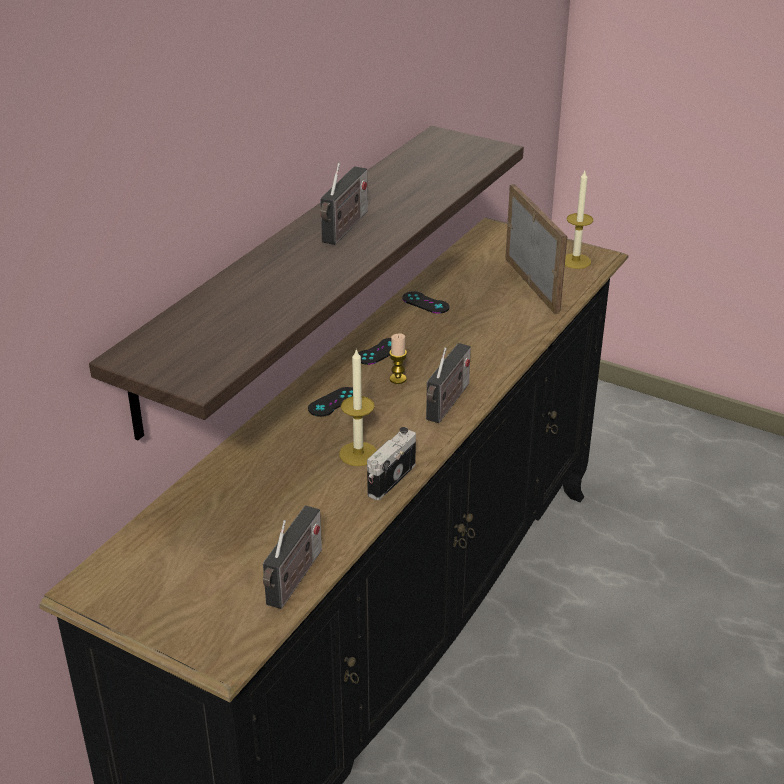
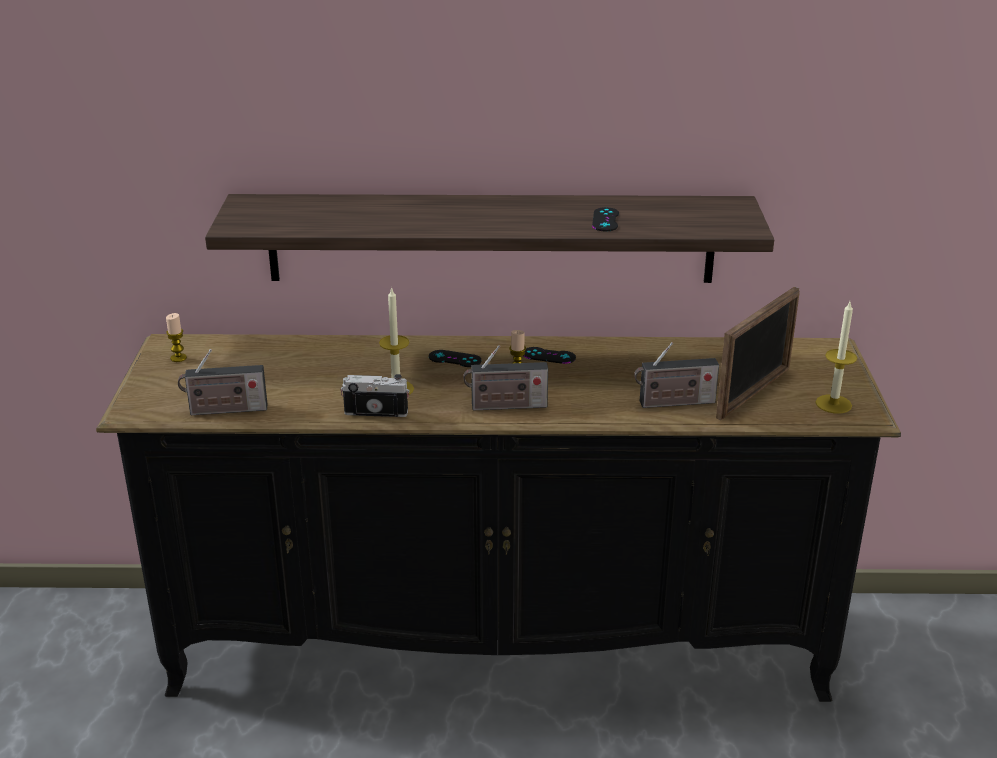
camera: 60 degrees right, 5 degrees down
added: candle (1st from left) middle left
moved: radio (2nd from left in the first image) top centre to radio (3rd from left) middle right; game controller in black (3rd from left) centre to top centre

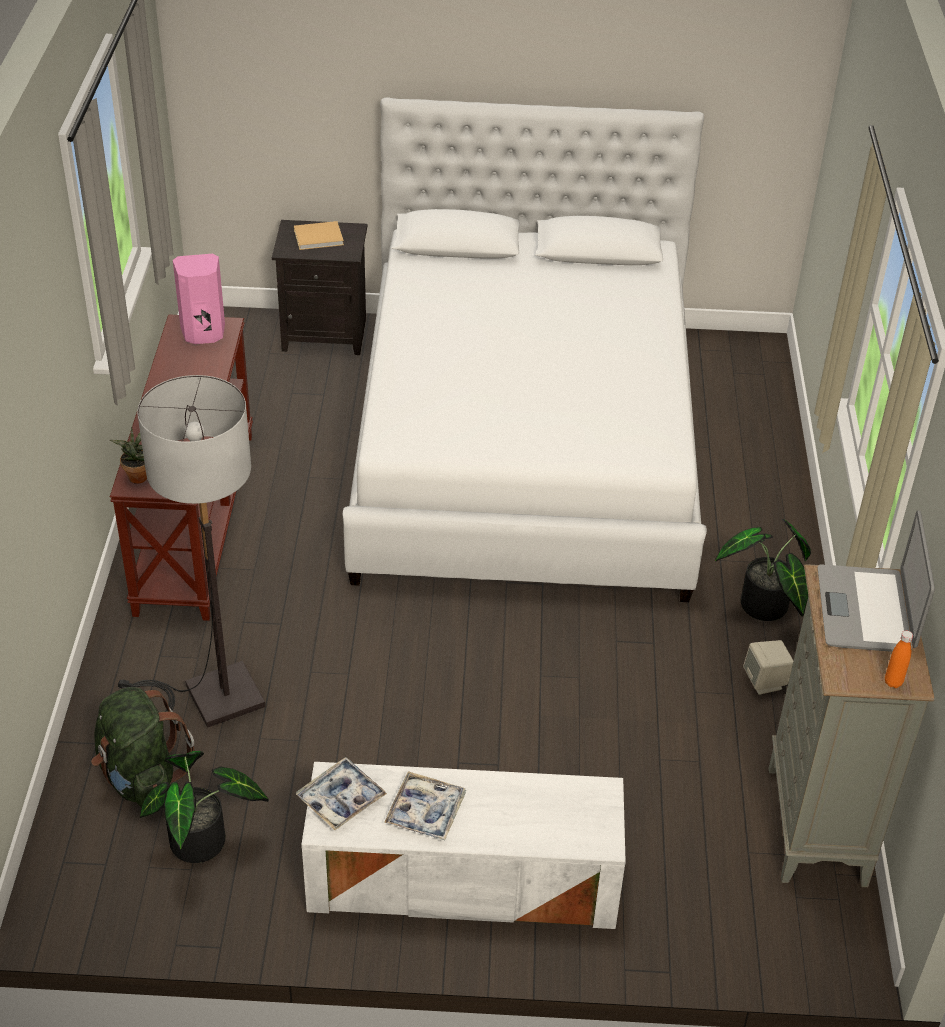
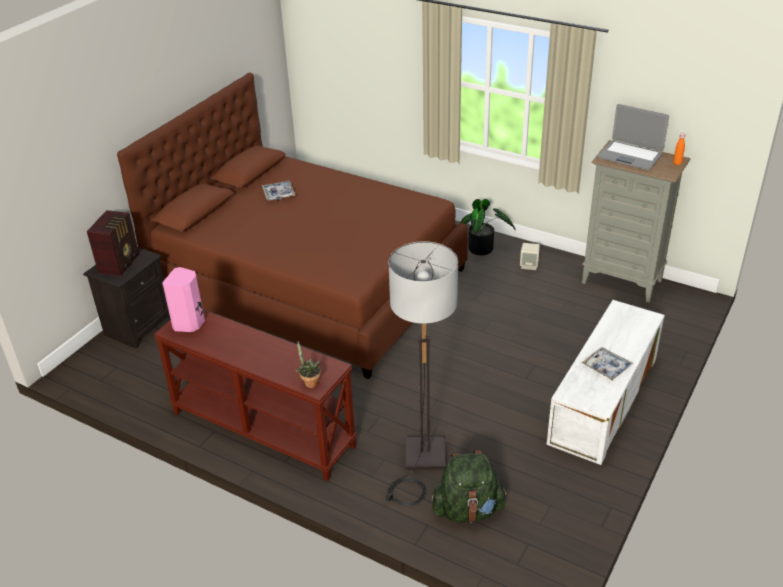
camera: 60 degrees left, 5 degrees down
removed: potted plant (2nd from left) bottom left
moved: tray (1st from left) bottom centre to top centre
replaced: book in beige top centre to radio middle left
recoloured: bed in white centre to bed in brown centre

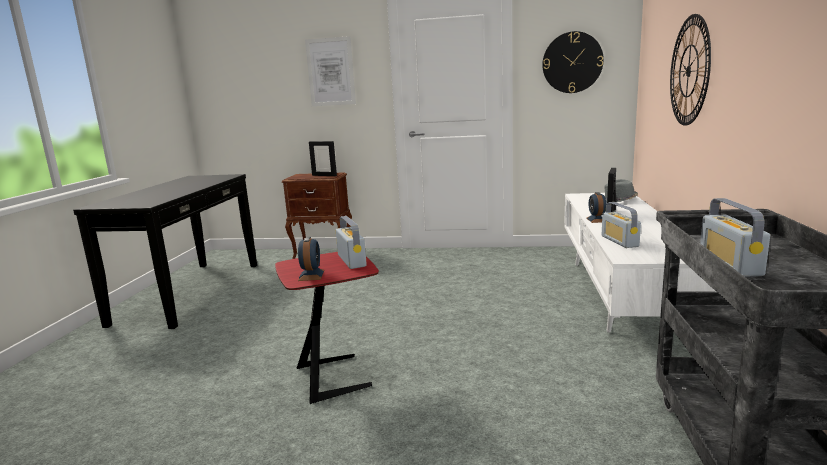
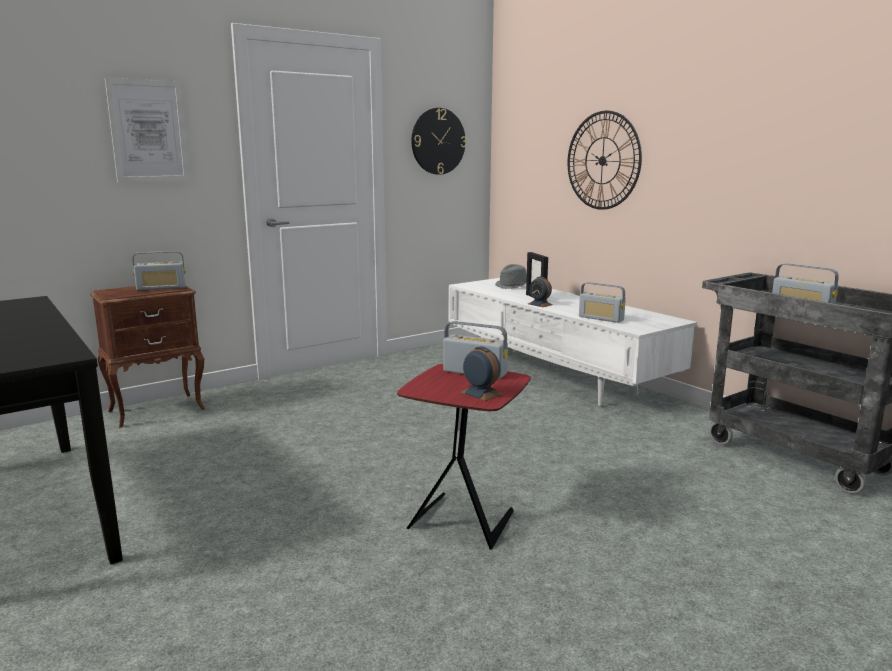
camera: 45 degrees left, 0 degrees up
replaced: picture frame (1st from left) centre to radio (1st from left) middle left

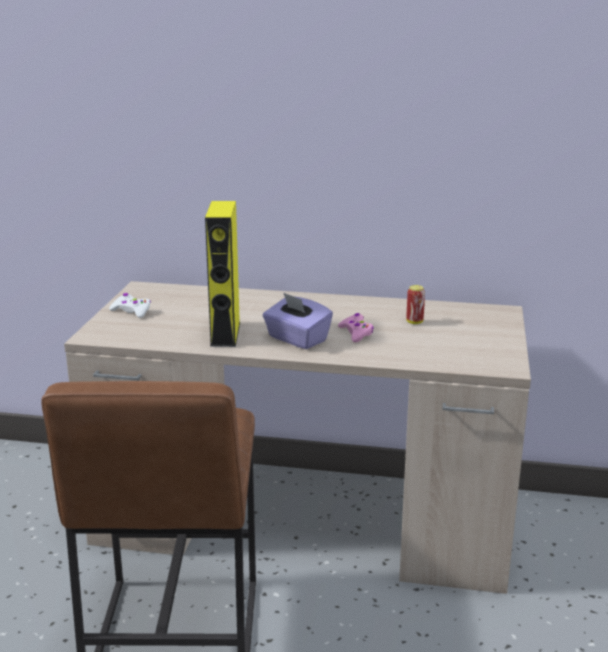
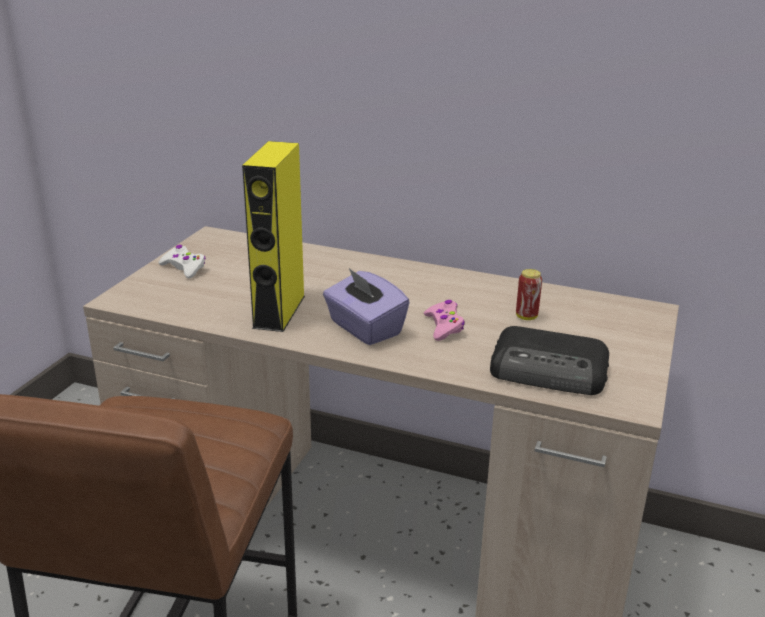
camera: 10 degrees right, 5 degrees up
added: radio middle right

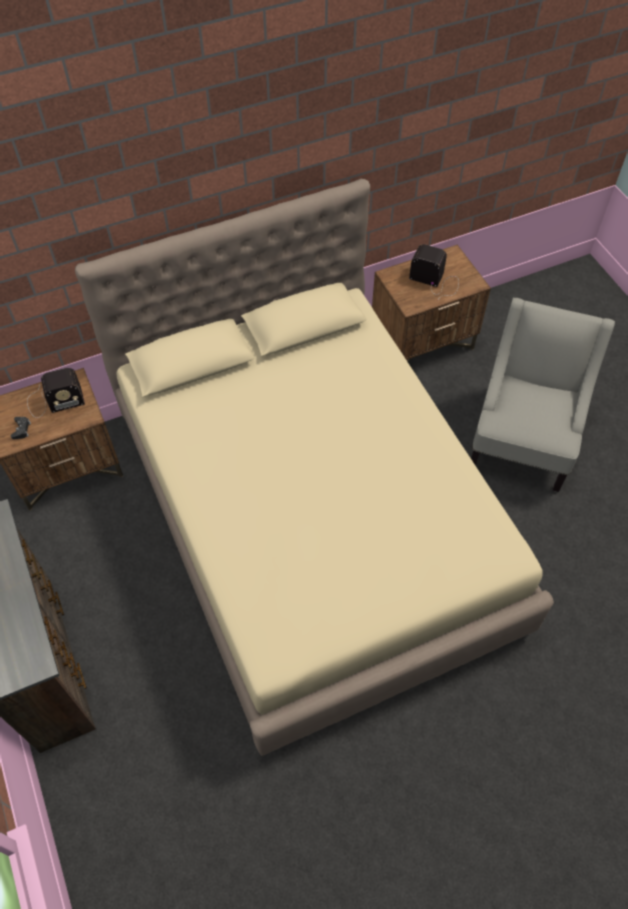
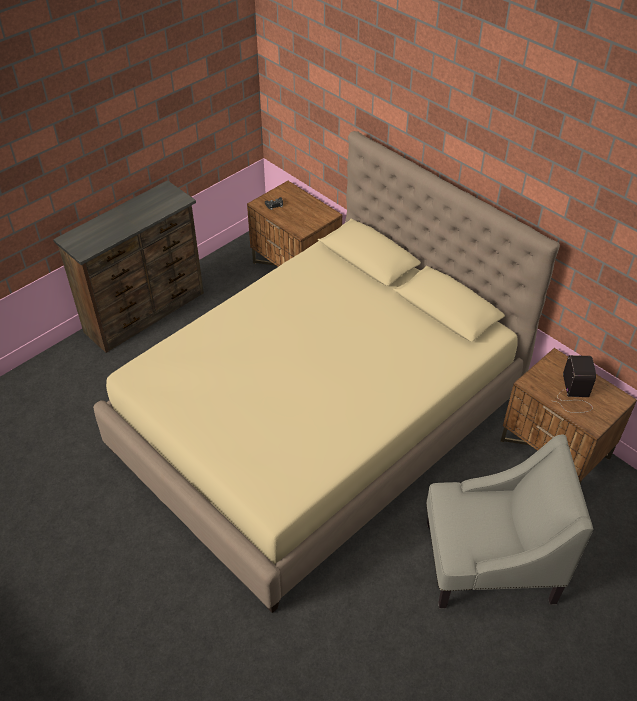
camera: 70 degrees right, 10 degrees down
removed: radio (1st from left) middle left

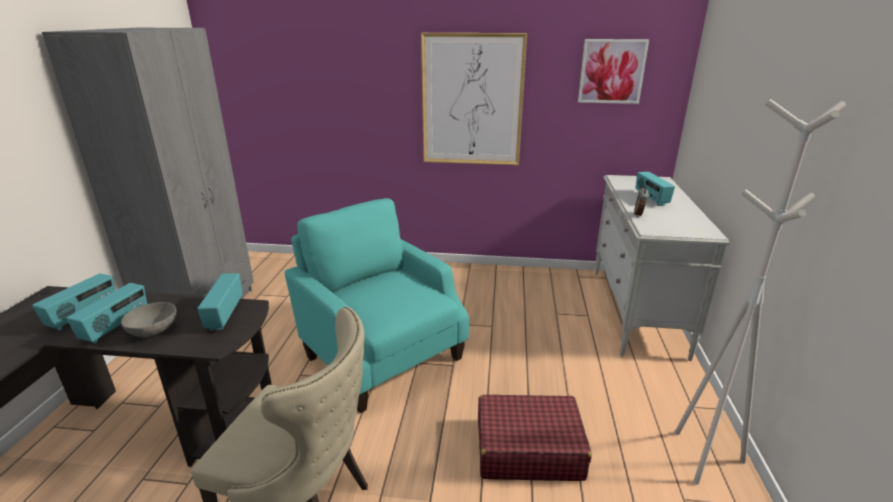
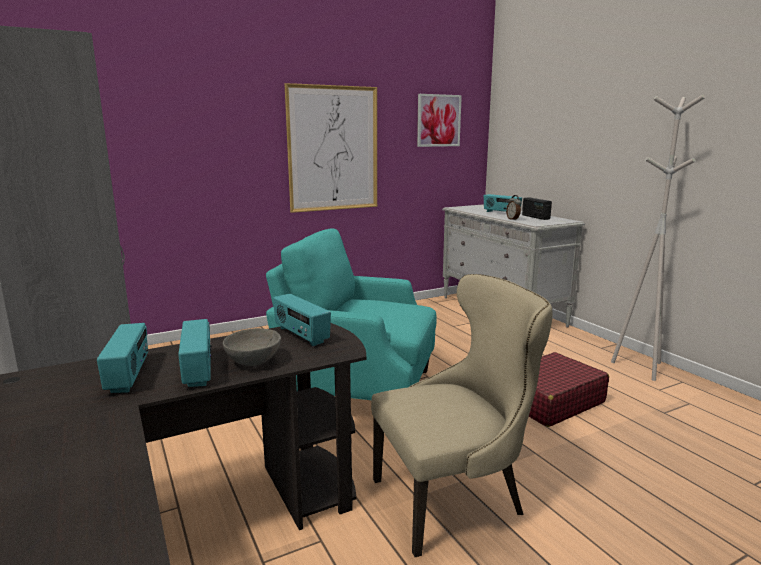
camera: 35 degrees left, 10 degrees down
added: radio (5th from left) middle right

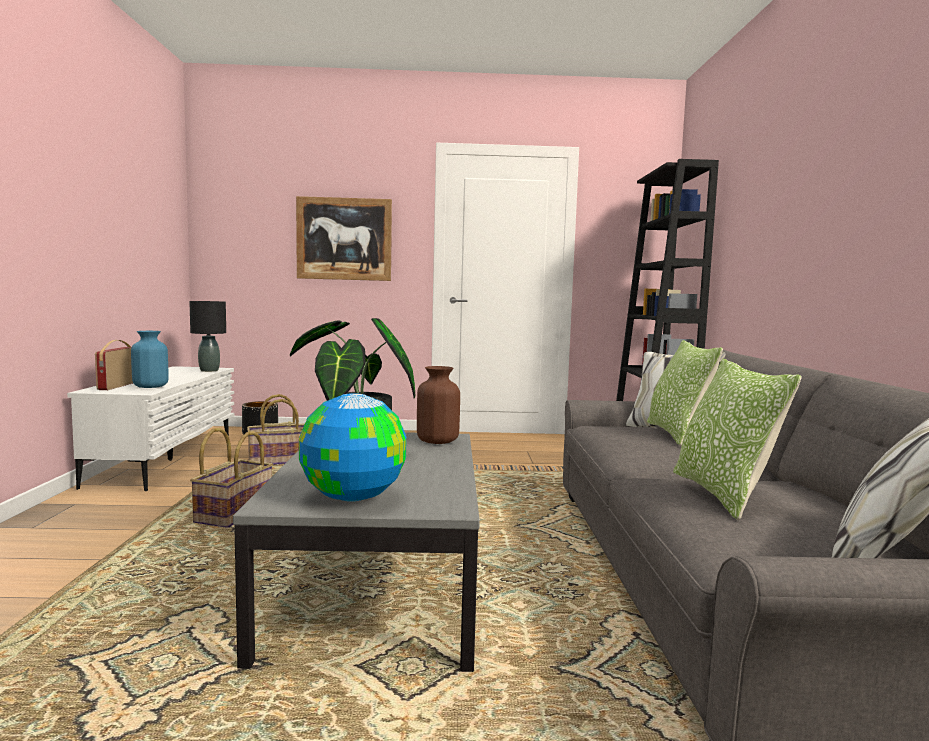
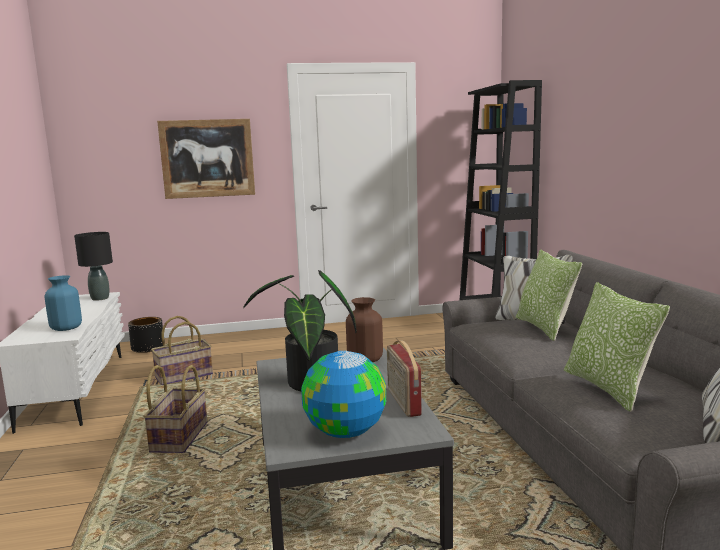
camera: 10 degrees left, 5 degrees up
moved: radio middle left to bottom centre

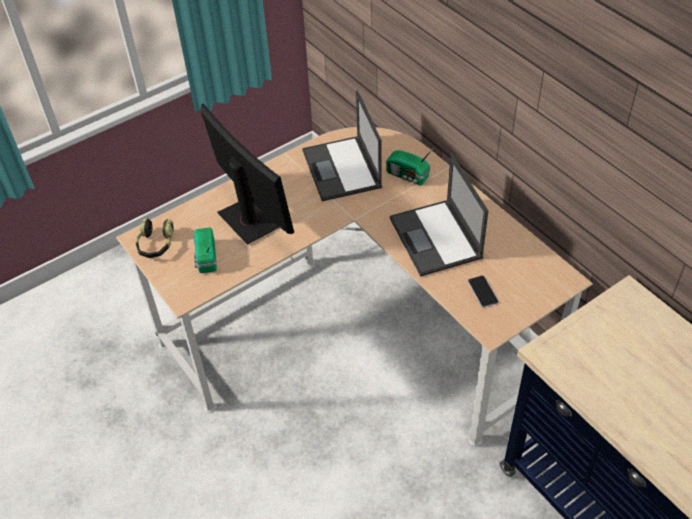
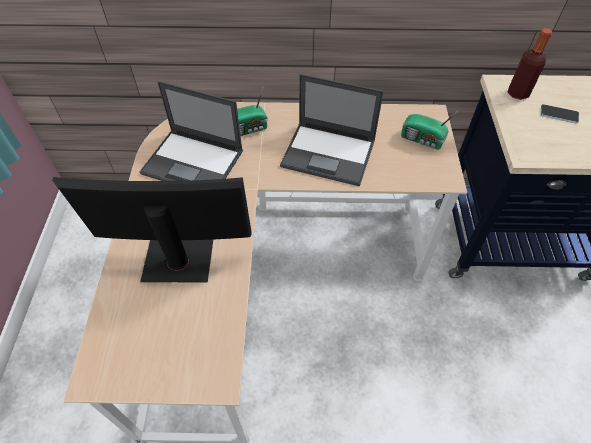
camera: 55 degrees left, 5 degrees up
removed: headphones middle left
added: bottle top right
moved: radio (1st from left in the first image) middle left to radio (2nd from left) top right; phone middle right to top right

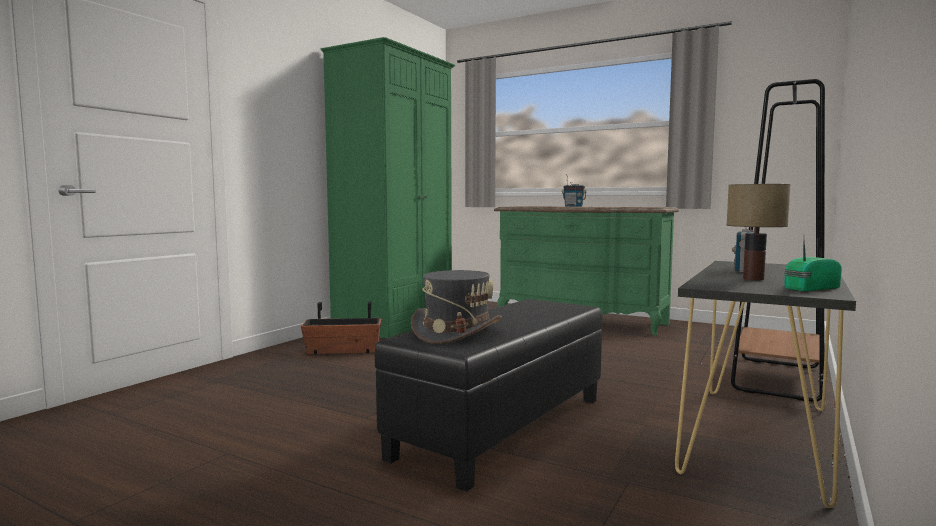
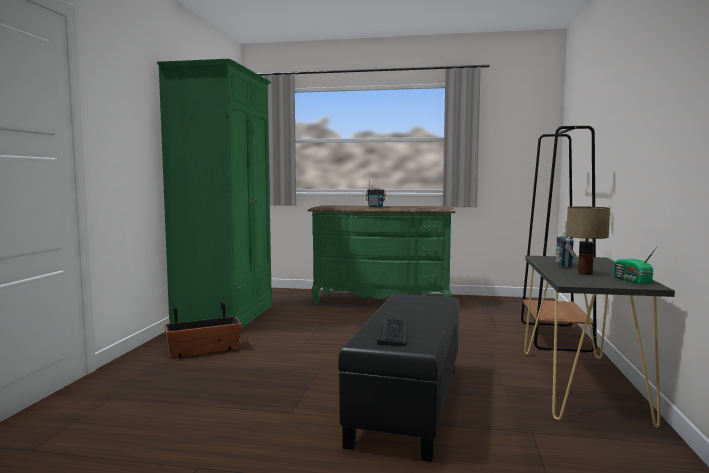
camera: 20 degrees left, 0 degrees up
replaced: hat in grey centre to keyboard bottom centre
turned: radio (3rd from left) middle right = middle right 60 degrees counterclockwise

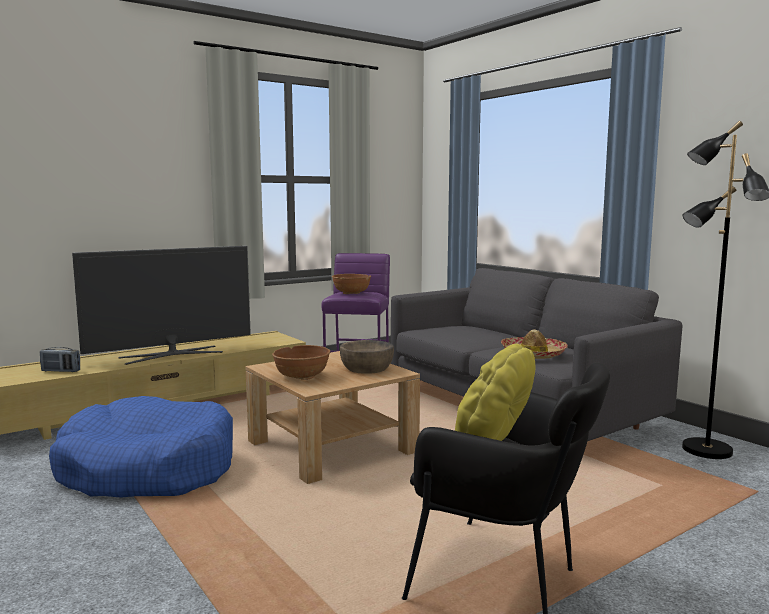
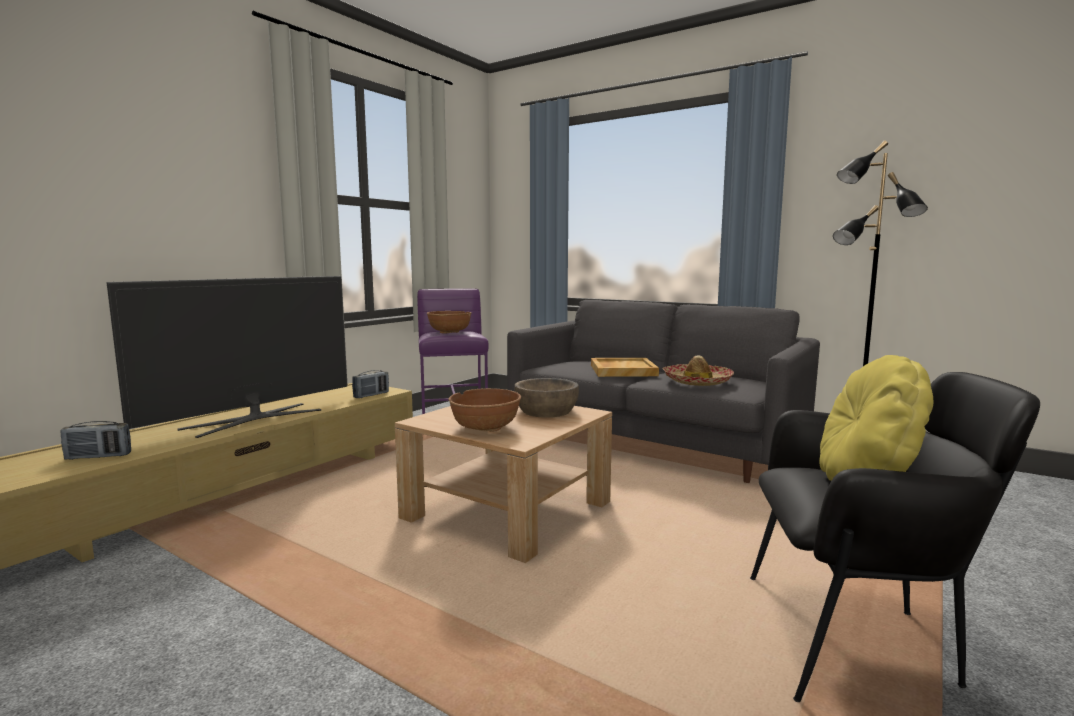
camera: 20 degrees left, 0 degrees up
removed: dog bed in blue bottom left
added: radio (2nd from left) centre; tray in beige centre

